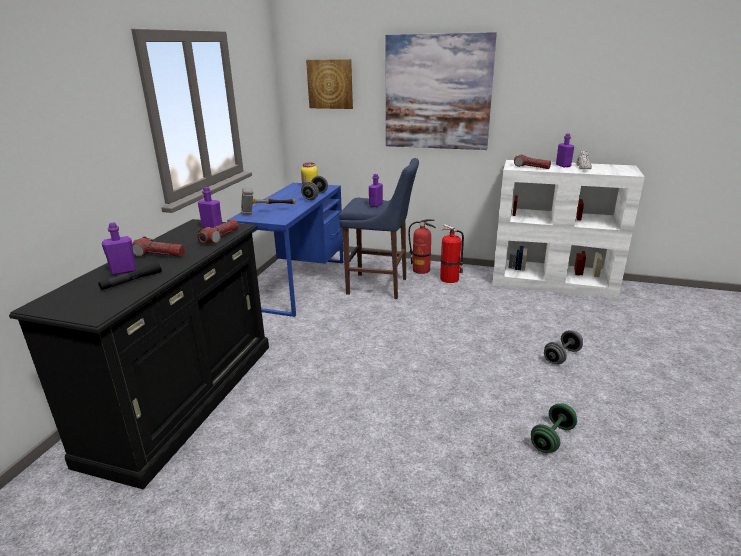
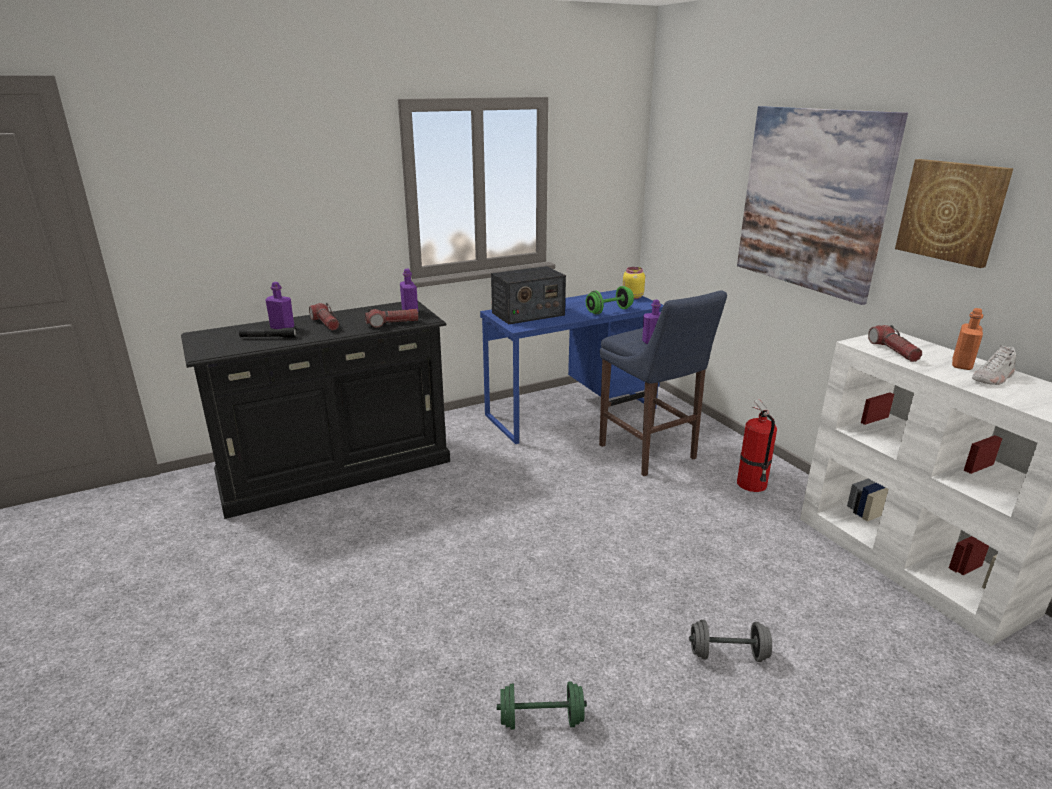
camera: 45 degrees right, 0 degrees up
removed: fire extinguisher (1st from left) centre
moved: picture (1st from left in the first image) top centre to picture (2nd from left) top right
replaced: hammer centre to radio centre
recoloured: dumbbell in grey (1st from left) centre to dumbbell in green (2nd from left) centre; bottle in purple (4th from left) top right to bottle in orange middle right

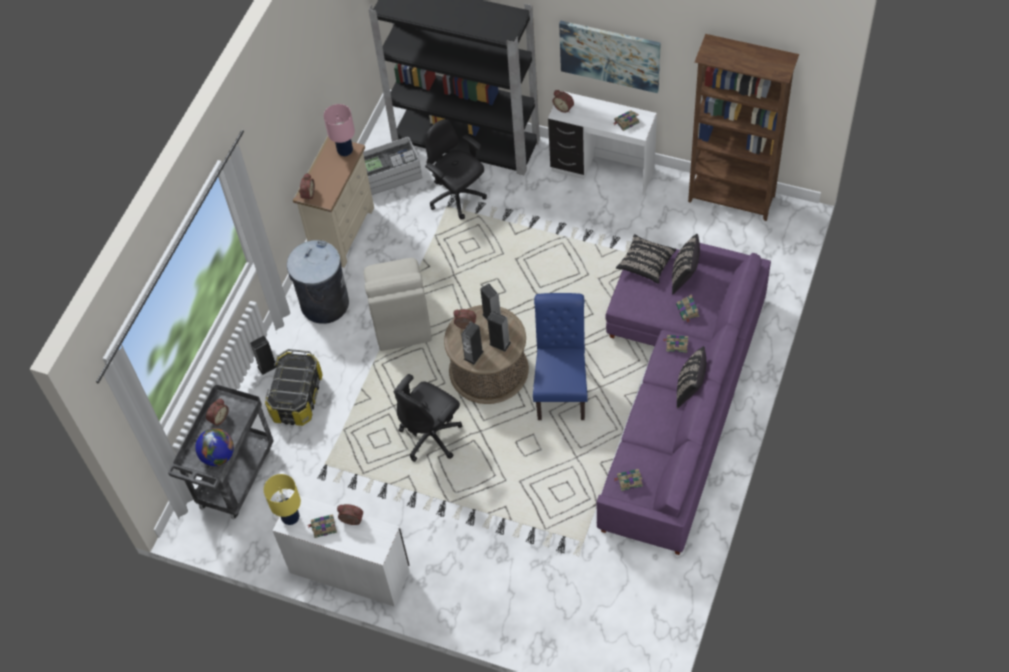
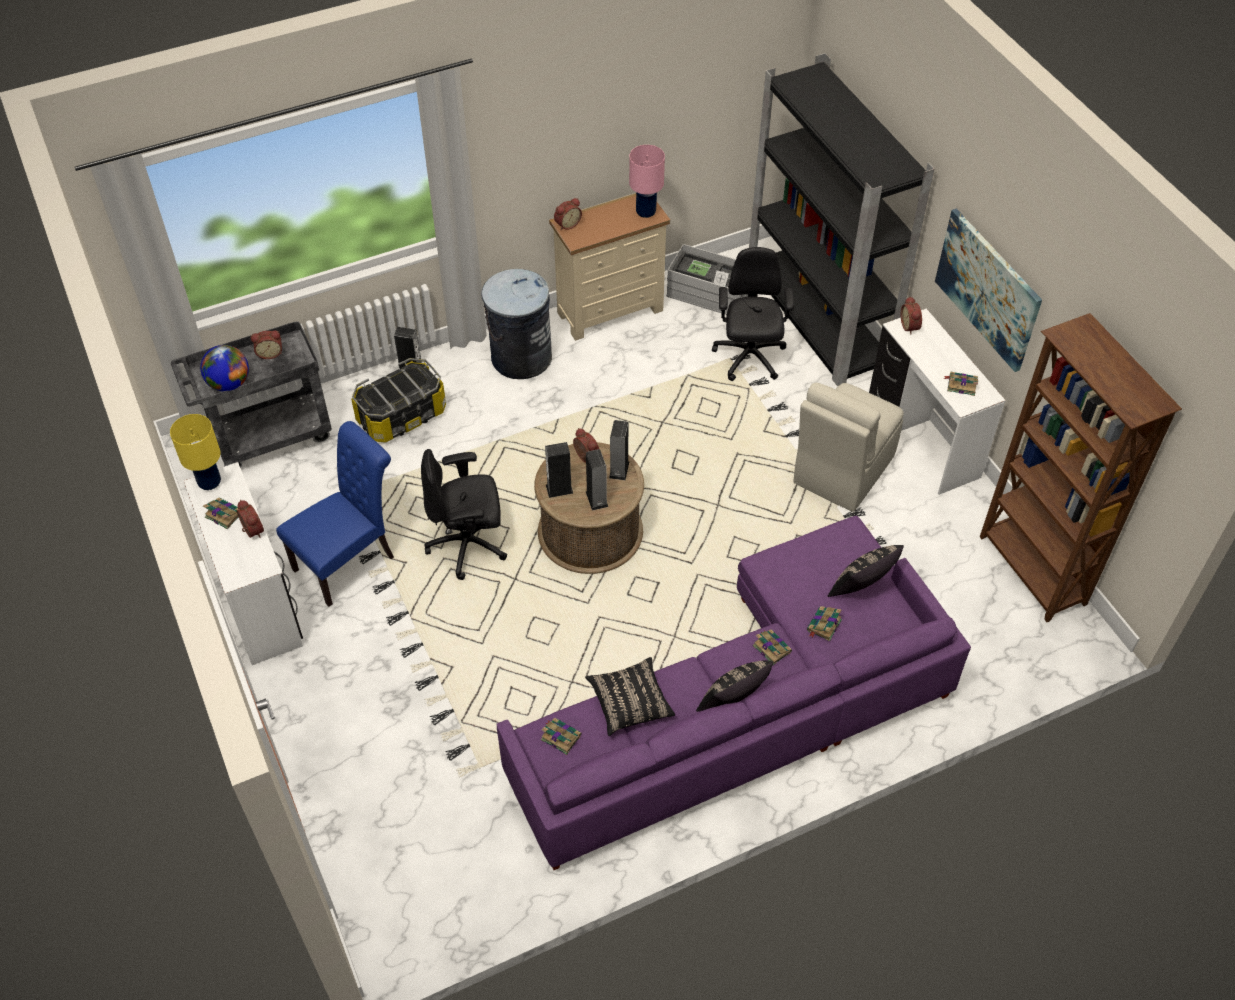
camera: 40 degrees right, 5 degrees down
moved: chair in beige centre to middle right; chair in blue centre to middle left; pillow in black (1st from left) centre to bottom centre

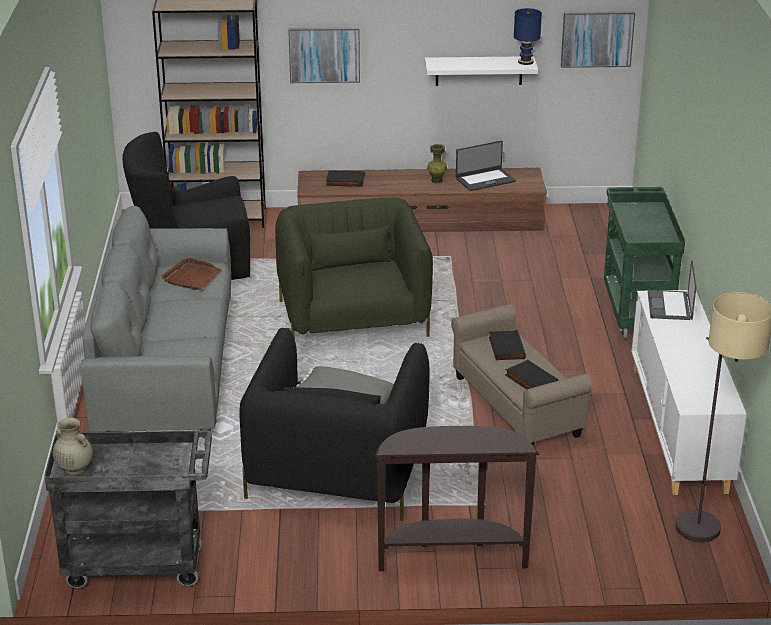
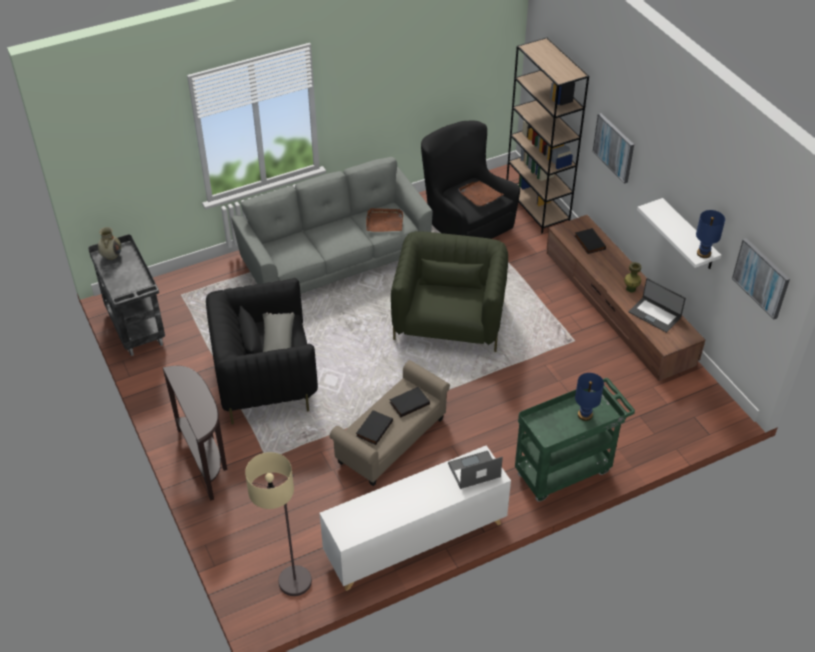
camera: 65 degrees right, 15 degrees up
added: tray in brown (2nd from left) top centre; table lamp in blue (1st from left) middle right
turned: armchair in green centre = centre 45 degrees counterclockwise

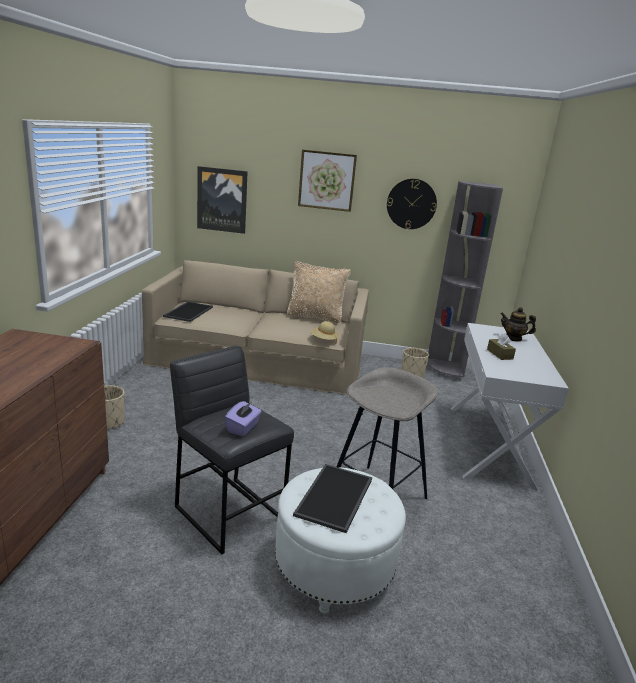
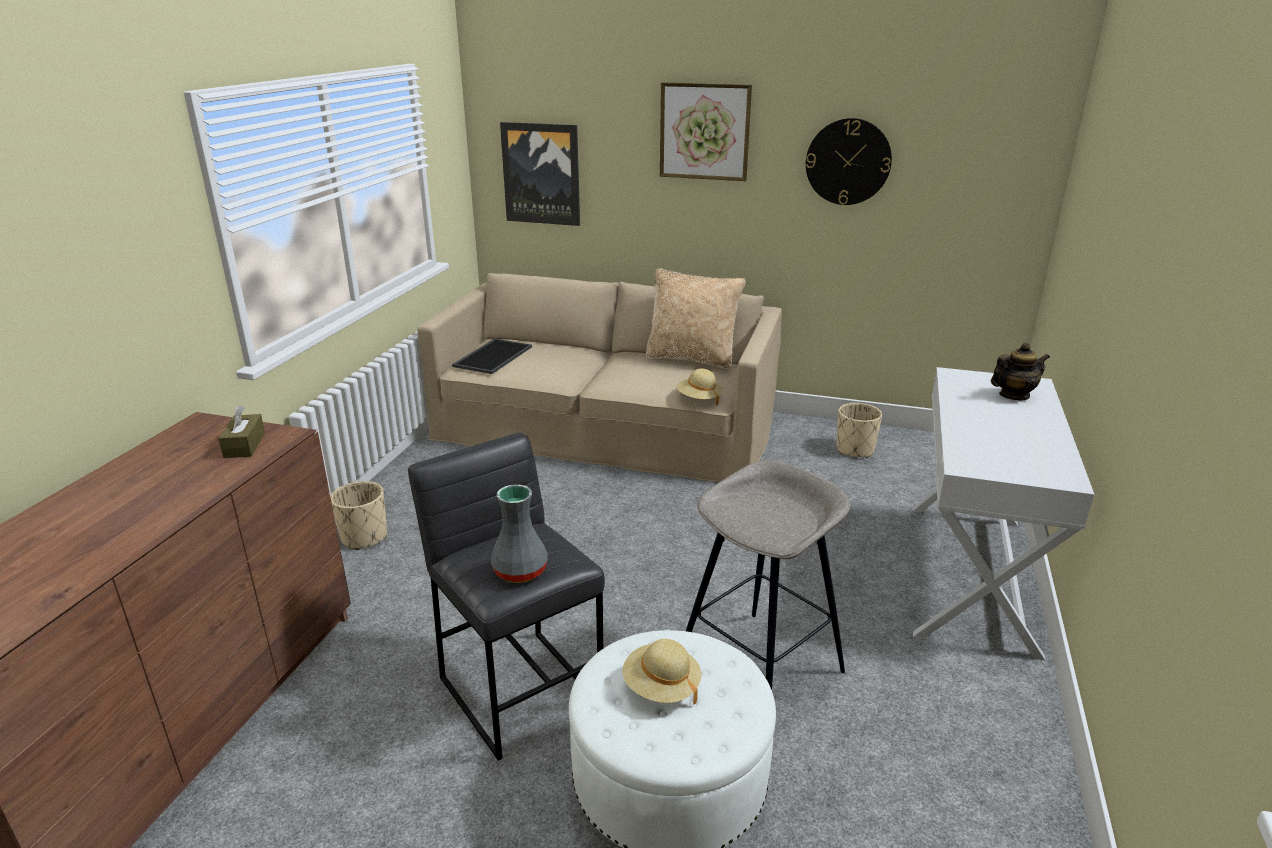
camera: 10 degrees right, 5 degrees up
removed: bookcase in grey middle right
moved: tissue box in brown middle right to middle left
replaced: tissue box in purple centre to vase in grey centre; tray (2nd from left) bottom centre to hat in beige (1st from left) bottom centre
turned: teapot middle right = middle right 135 degrees clockwise

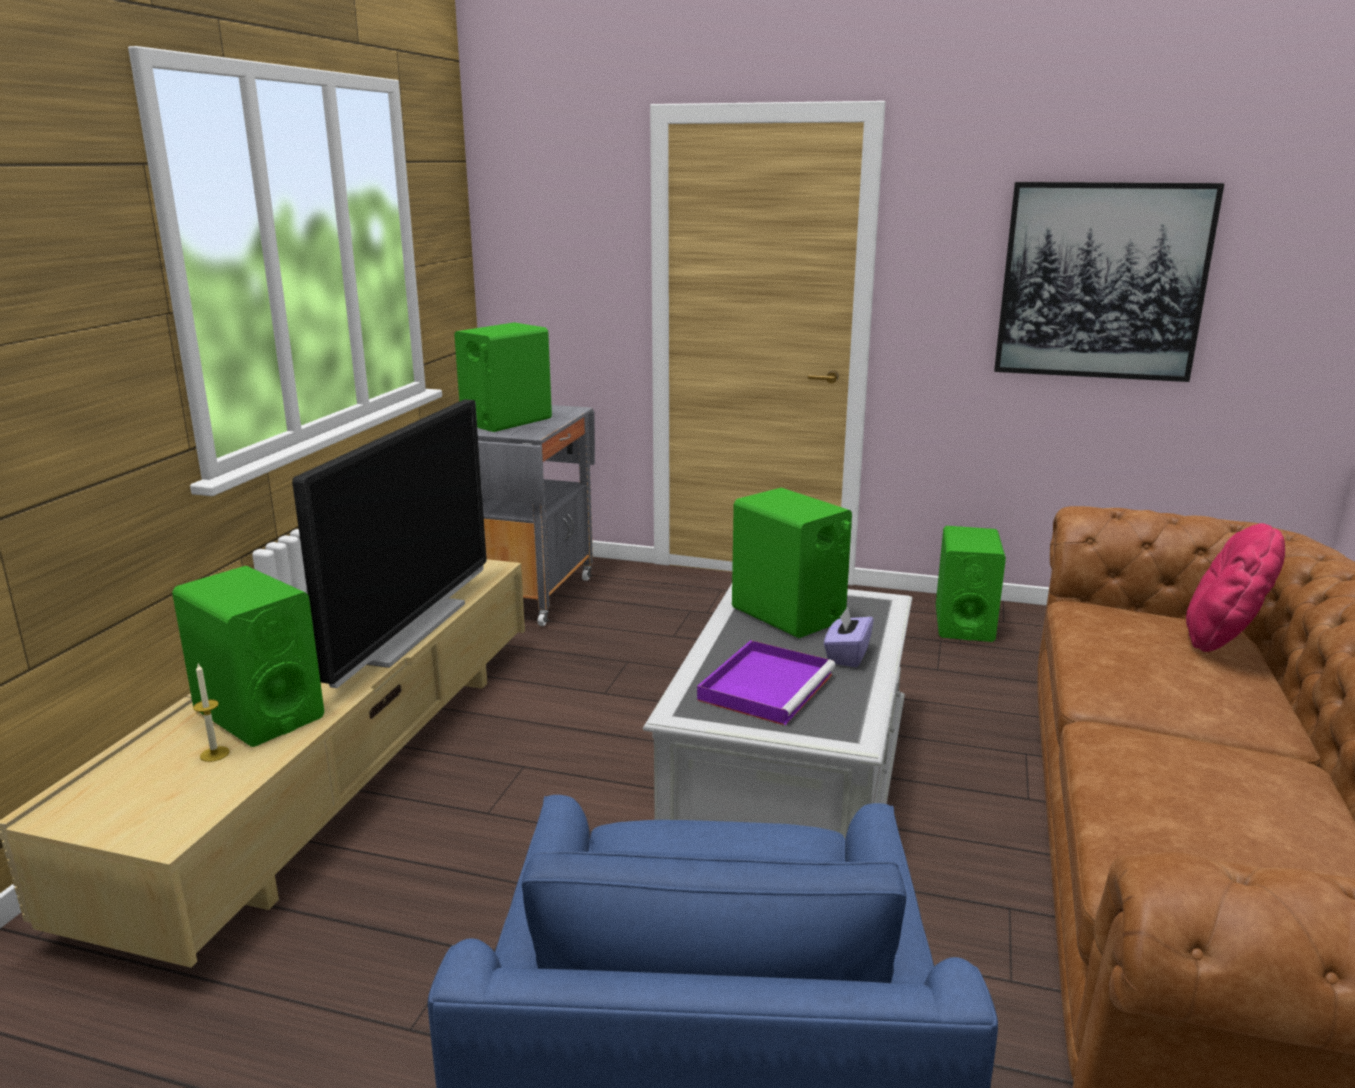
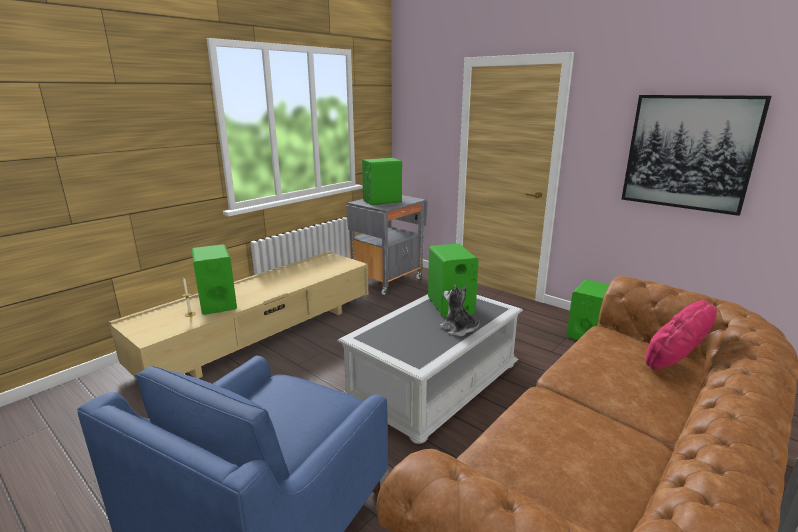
camera: 25 degrees right, 0 degrees up
removed: television middle left; tray in purple centre
replaced: tissue box in purple centre to plush toy centre

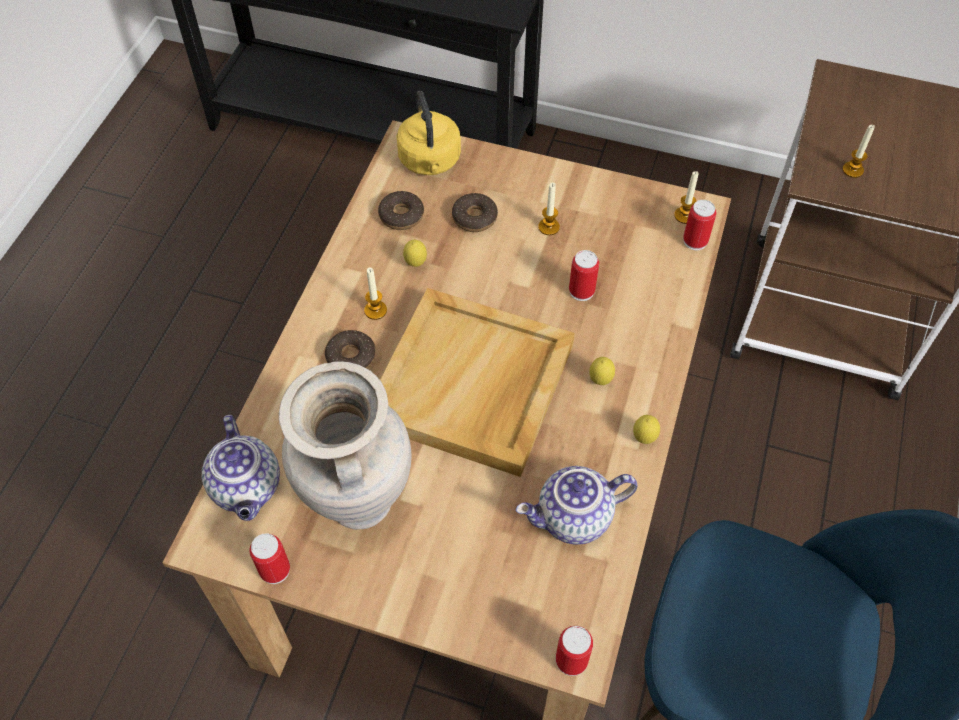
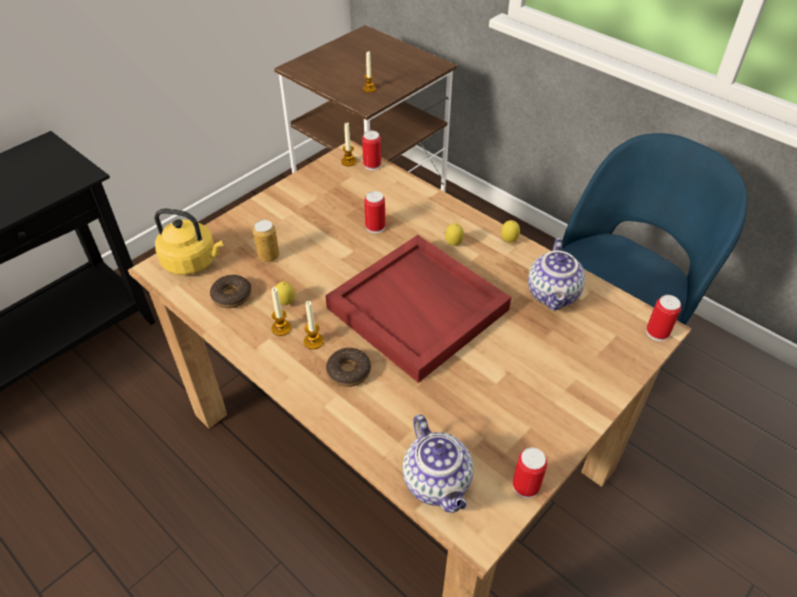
camera: 65 degrees left, 10 degrees down
removed: vase in beige centre
moved: candle (2nd from left in the first image) top centre to candle (1st from left) centre
replaced: donut (3rd from left) top centre to can (1st from left) centre
recoloured: tray in beige centre to tray in red centre
turned: teapot (1st from left) middle left = bottom centre 60 degrees clockwise

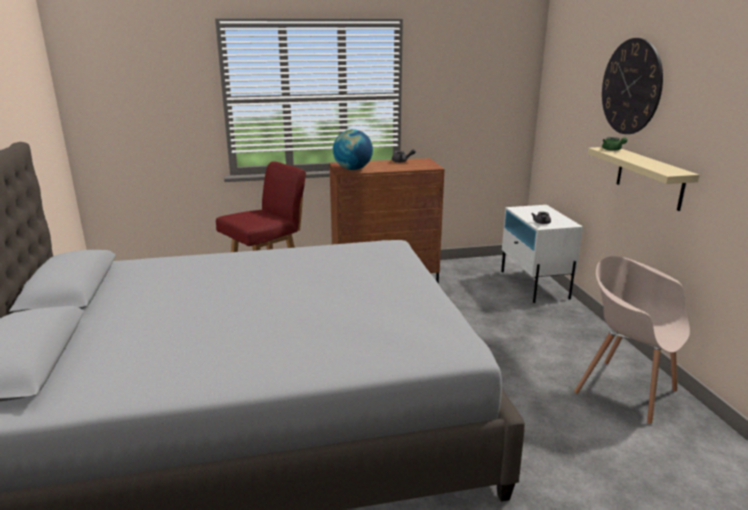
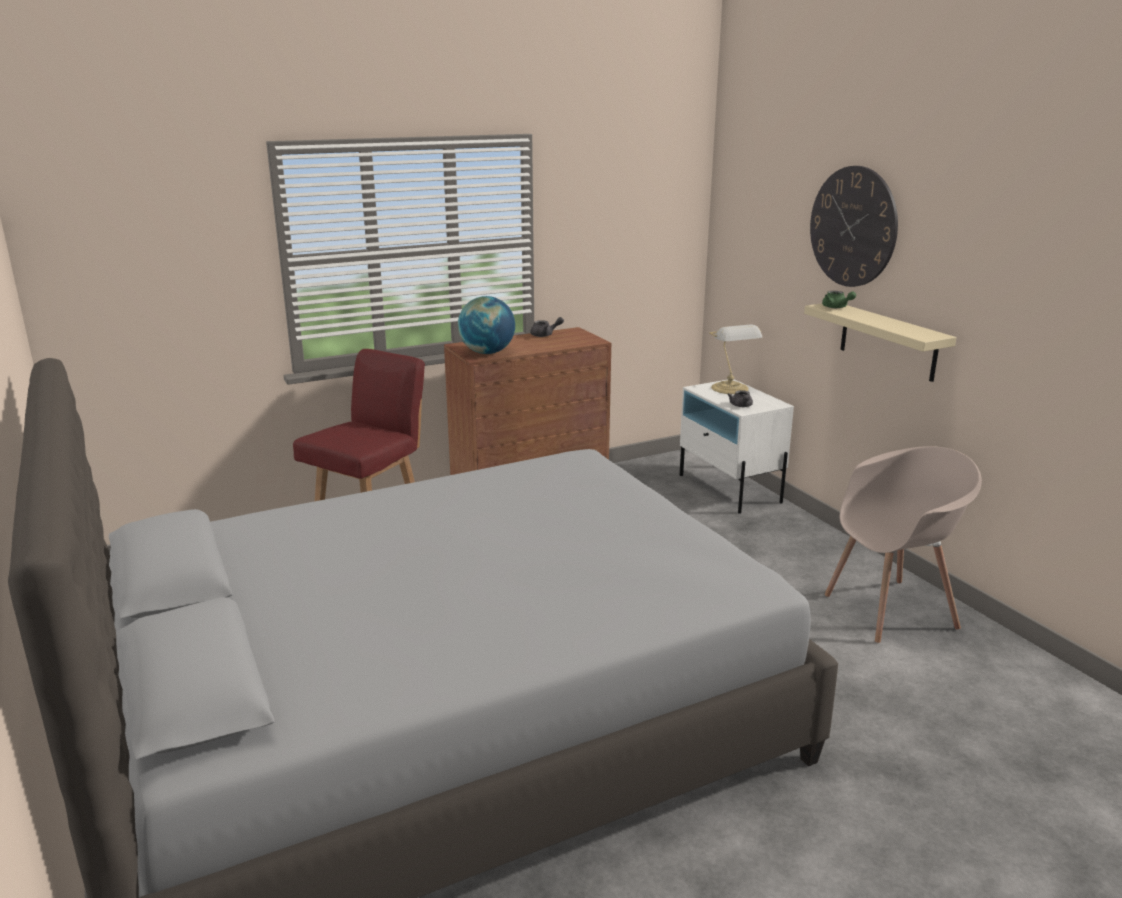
camera: 15 degrees left, 0 degrees up
added: table lamp centre
turned: chair in beige bottom right = middle right 135 degrees clockwise

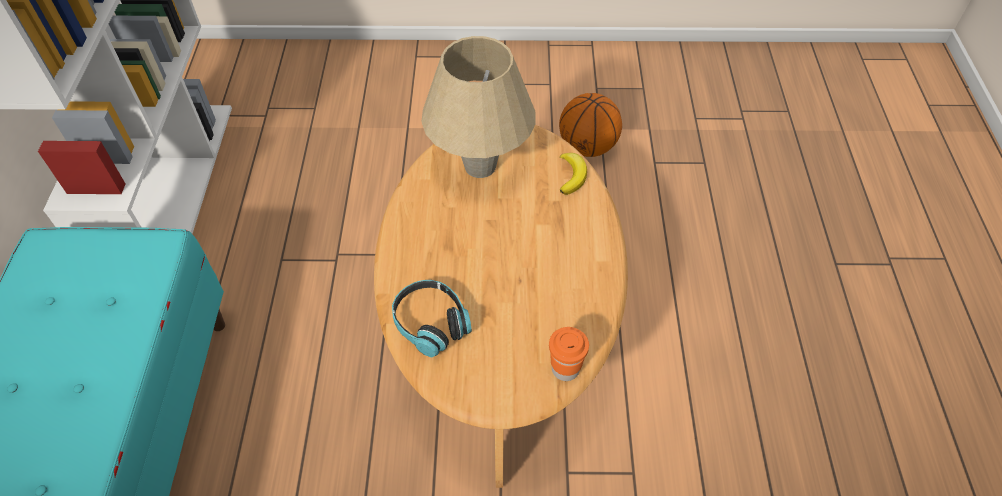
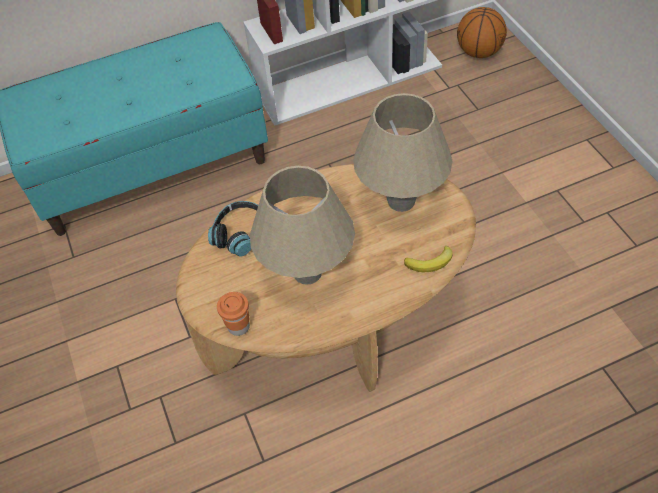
camera: 70 degrees right, 0 degrees up
added: table lamp in beige (1st from left) centre
moved: basketball top centre to top right

